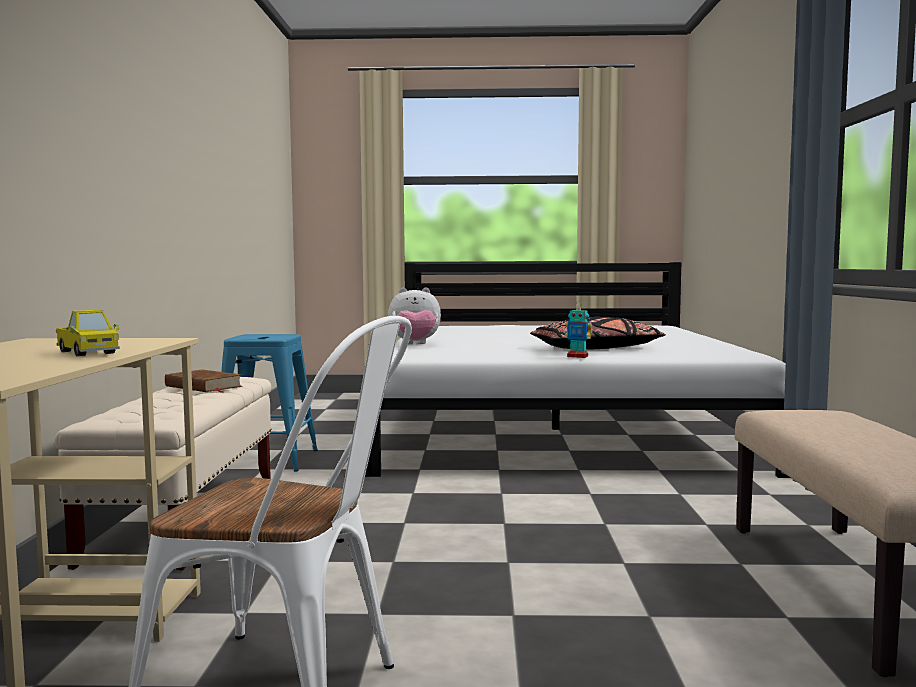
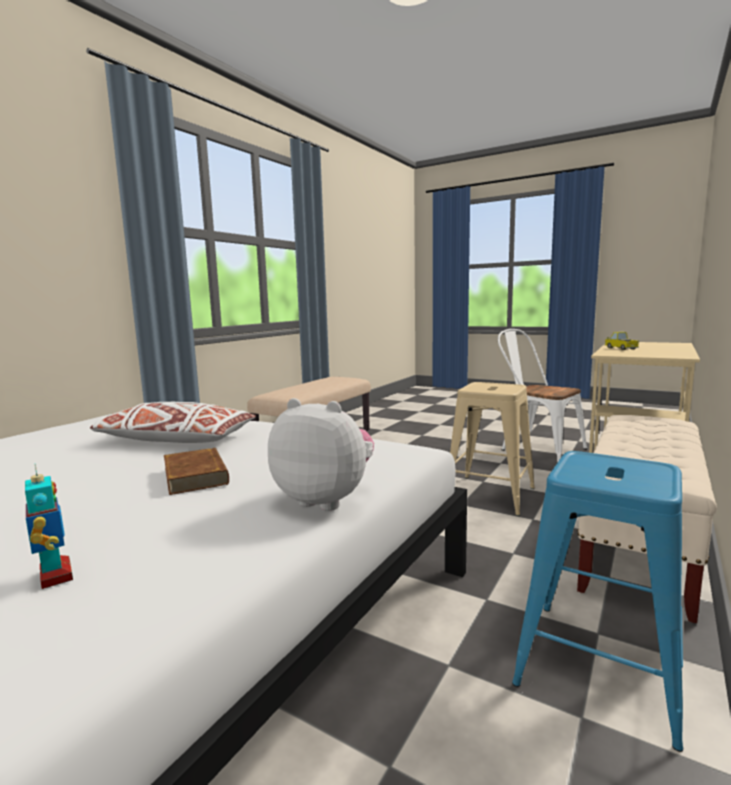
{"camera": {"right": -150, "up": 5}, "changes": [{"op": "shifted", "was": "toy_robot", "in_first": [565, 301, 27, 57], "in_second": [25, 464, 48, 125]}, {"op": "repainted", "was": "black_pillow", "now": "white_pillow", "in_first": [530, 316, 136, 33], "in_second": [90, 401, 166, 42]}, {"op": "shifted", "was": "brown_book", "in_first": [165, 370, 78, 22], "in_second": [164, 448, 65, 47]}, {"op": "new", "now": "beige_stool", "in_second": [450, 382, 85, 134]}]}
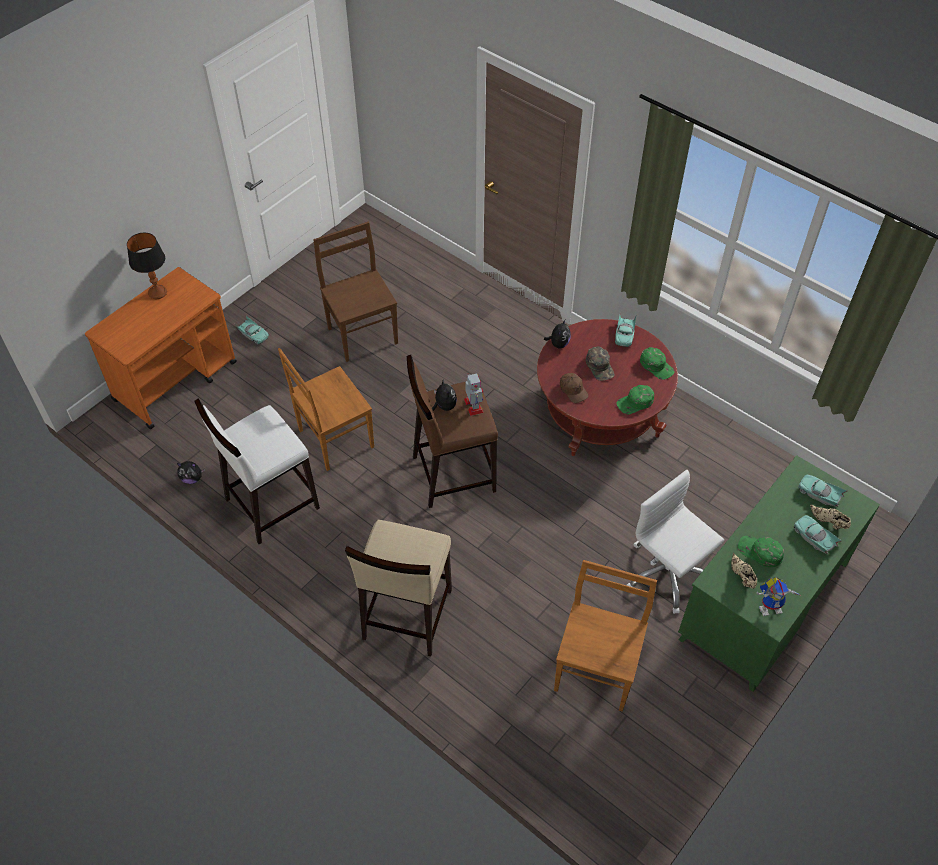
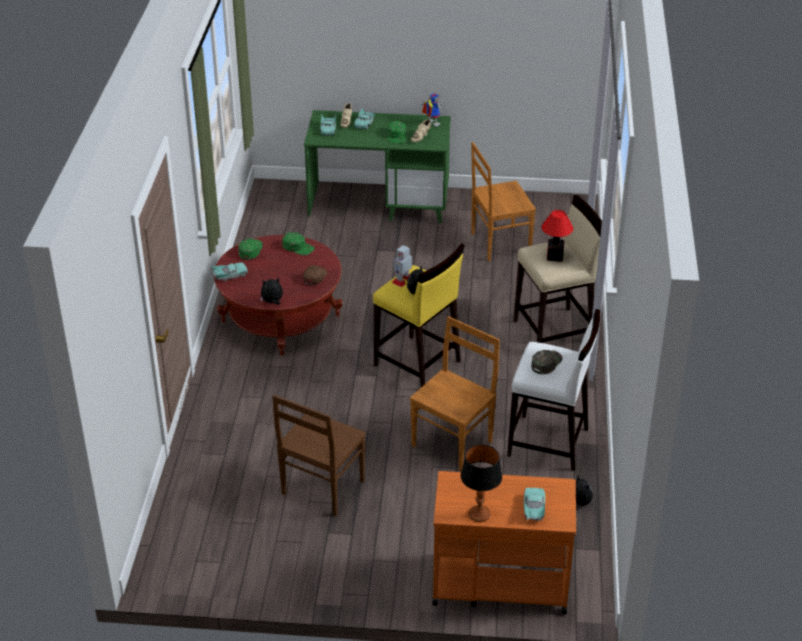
{"camera": {"right": -125, "up": -15}, "changes": [{"op": "shifted", "was": "turquoise_toy_car", "in_first": [236, 315, 33, 30], "in_second": [524, 488, 21, 33]}, {"op": "shifted", "was": "green_cap", "in_first": [586, 347, 28, 34], "in_second": [531, 350, 31, 24]}, {"op": "rotated", "was": "brown_chair", "in_first": [278, 348, 96, 123], "in_second": [410, 316, 90, 155], "clockwise": -75}, {"op": "repainted", "was": "brown_stool", "now": "yellow_stool", "in_first": [407, 355, 91, 153], "in_second": [373, 243, 92, 144]}, {"op": "gone", "was": "white_office_chair", "in_first": [627, 470, 97, 144]}, {"op": "new", "now": "table_lamp", "in_second": [541, 210, 32, 52]}]}
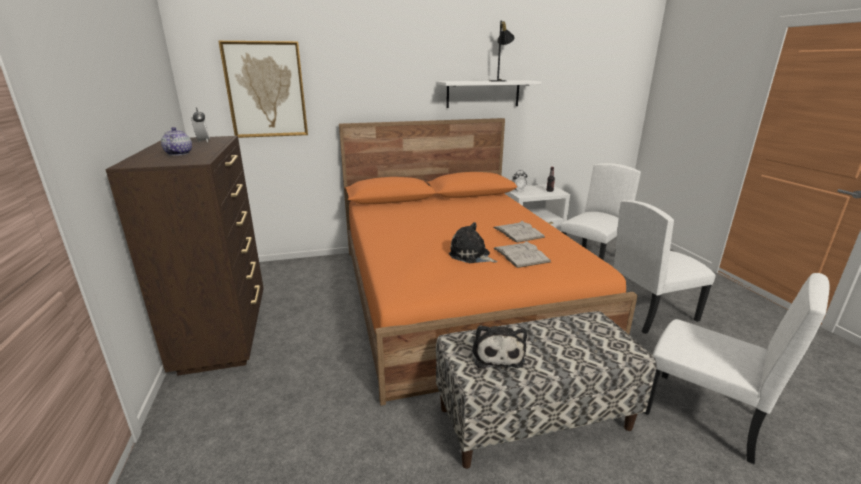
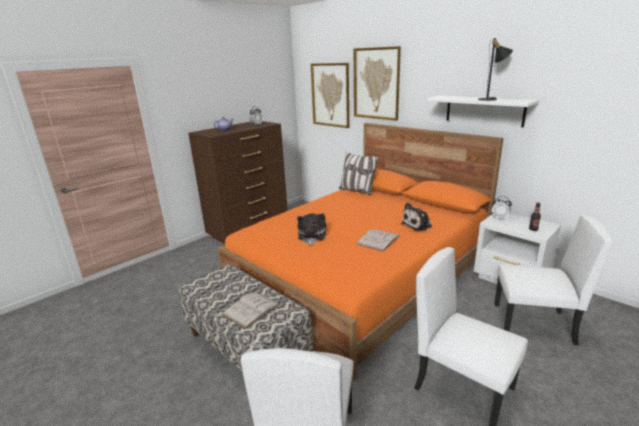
{"camera": {"right": 60, "up": 0}, "changes": [{"op": "shifted", "was": "white_book", "in_first": [493, 241, 58, 27], "in_second": [221, 292, 60, 37]}, {"op": "shifted", "was": "plush_toy", "in_first": [472, 325, 55, 43], "in_second": [401, 203, 31, 28]}, {"op": "new", "now": "picture", "in_second": [354, 46, 47, 75]}, {"op": "new", "now": "pillow", "in_second": [339, 152, 40, 43]}]}
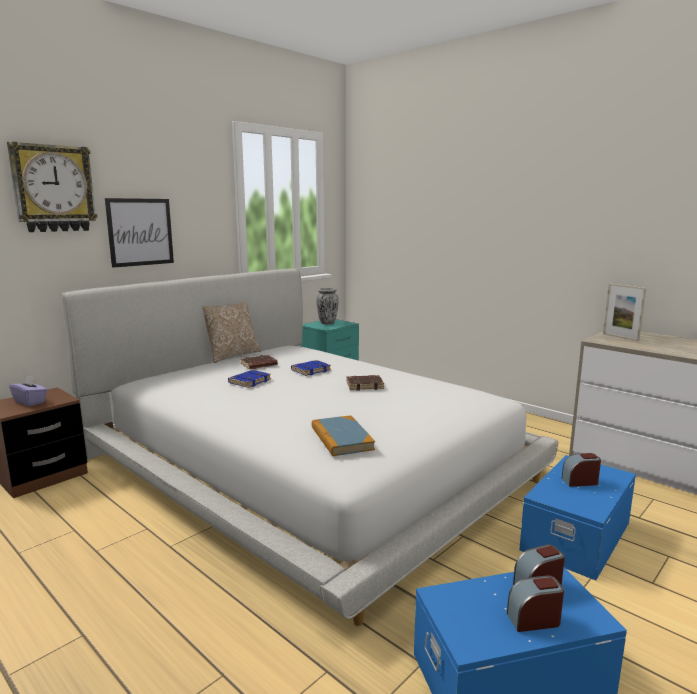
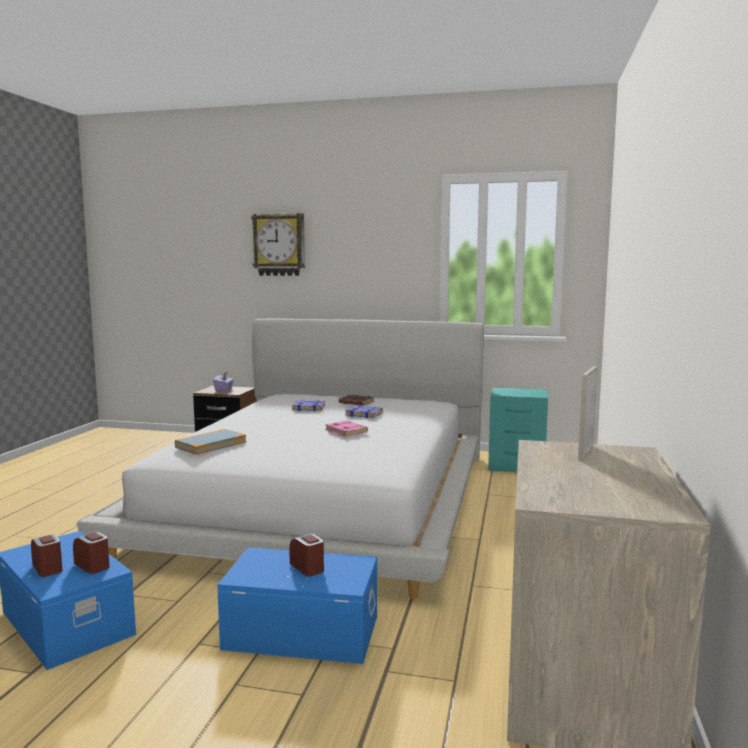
{"camera": {"right": 60, "up": -5}, "changes": [{"op": "gone", "was": "picture", "in_first": [105, 198, 69, 70]}, {"op": "gone", "was": "vase", "in_first": [316, 288, 23, 36]}, {"op": "gone", "was": "pillow", "in_first": [202, 302, 59, 61]}, {"op": "repainted", "was": "brown_book", "now": "pink_book", "in_first": [346, 375, 38, 16], "in_second": [325, 421, 43, 16]}]}
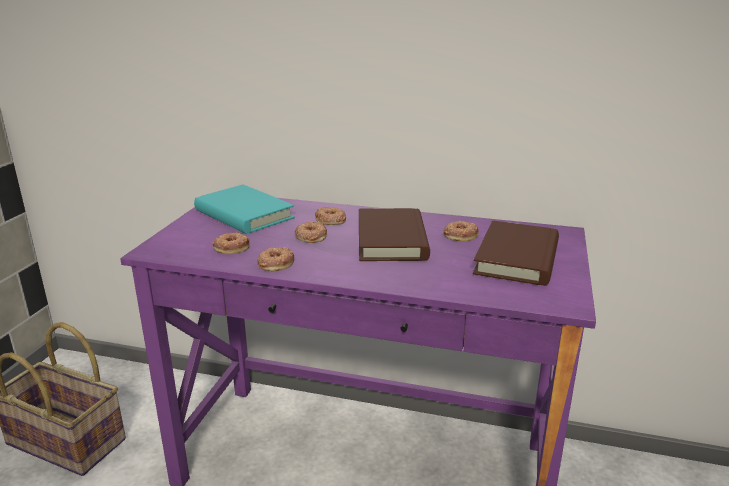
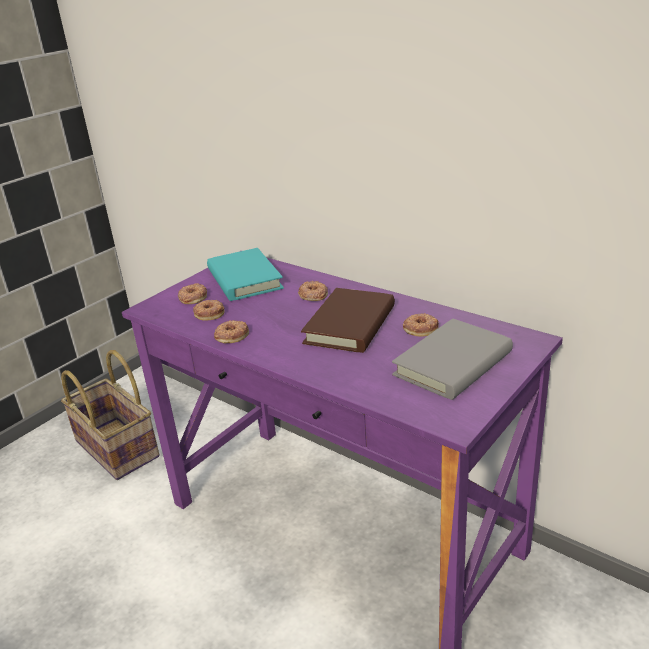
{"camera": {"right": 25, "up": 5}, "changes": [{"op": "repainted", "was": "brown_book", "now": "grey_book", "in_first": [473, 220, 86, 66], "in_second": [392, 318, 121, 82]}, {"op": "shifted", "was": "donut", "in_first": [295, 221, 32, 22], "in_second": [178, 283, 29, 21]}]}
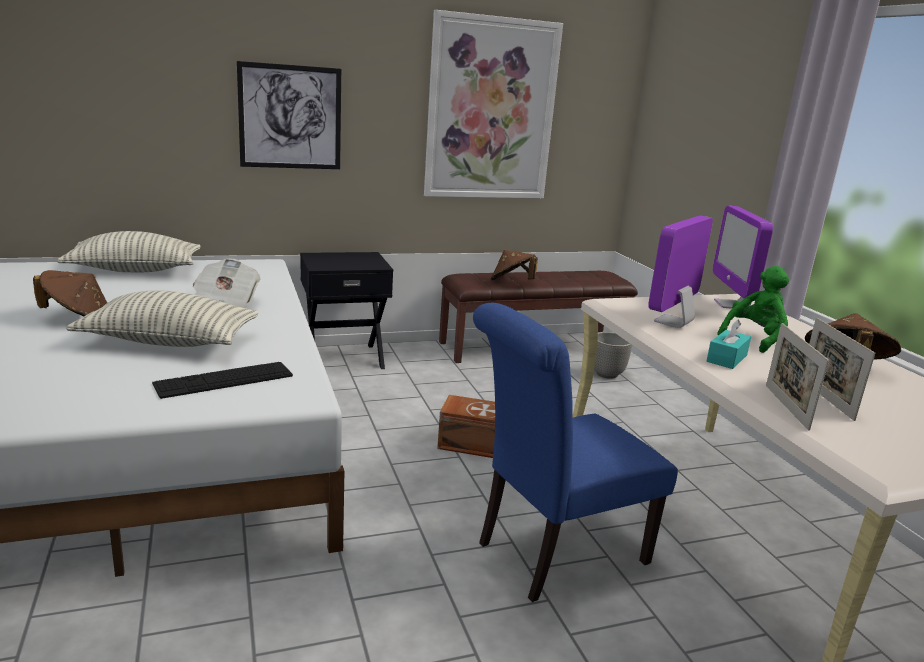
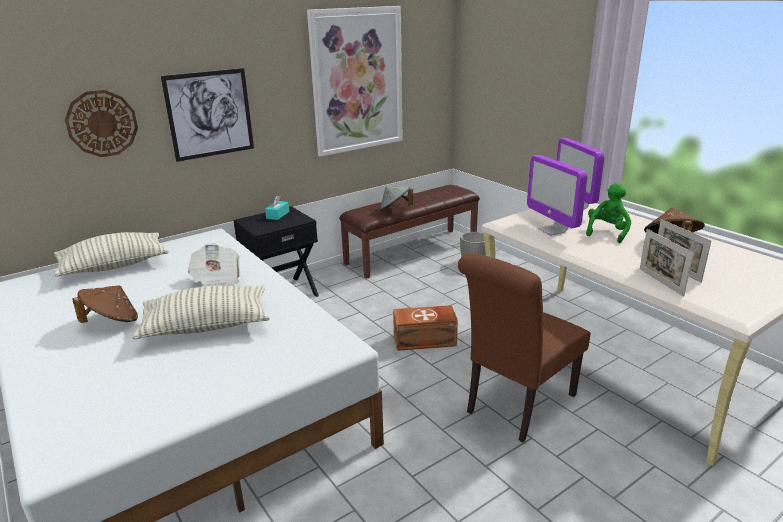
{"camera": {"right": -15, "up": 5}, "changes": [{"op": "rotated", "was": "monitor", "in_first": [648, 216, 65, 112], "in_second": [527, 155, 60, 81], "clockwise": -45}, {"op": "repainted", "was": "brown_hat", "now": "grey_hat", "in_first": [491, 250, 47, 30], "in_second": [380, 186, 33, 25]}, {"op": "repainted", "was": "blue_chair", "now": "brown_chair", "in_first": [473, 303, 205, 299], "in_second": [458, 253, 132, 189]}, {"op": "shifted", "was": "turquoise_tissue_box", "in_first": [707, 319, 44, 50], "in_second": [265, 196, 24, 24]}, {"op": "gone", "was": "keyboard", "in_first": [152, 362, 141, 37]}, {"op": "new", "now": "wall_clock", "in_second": [65, 90, 73, 67]}]}
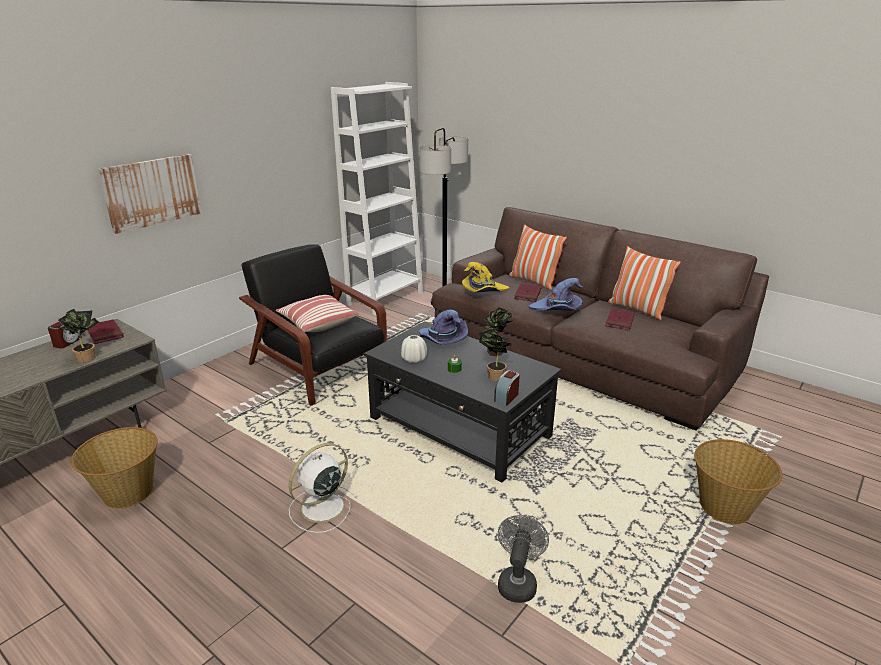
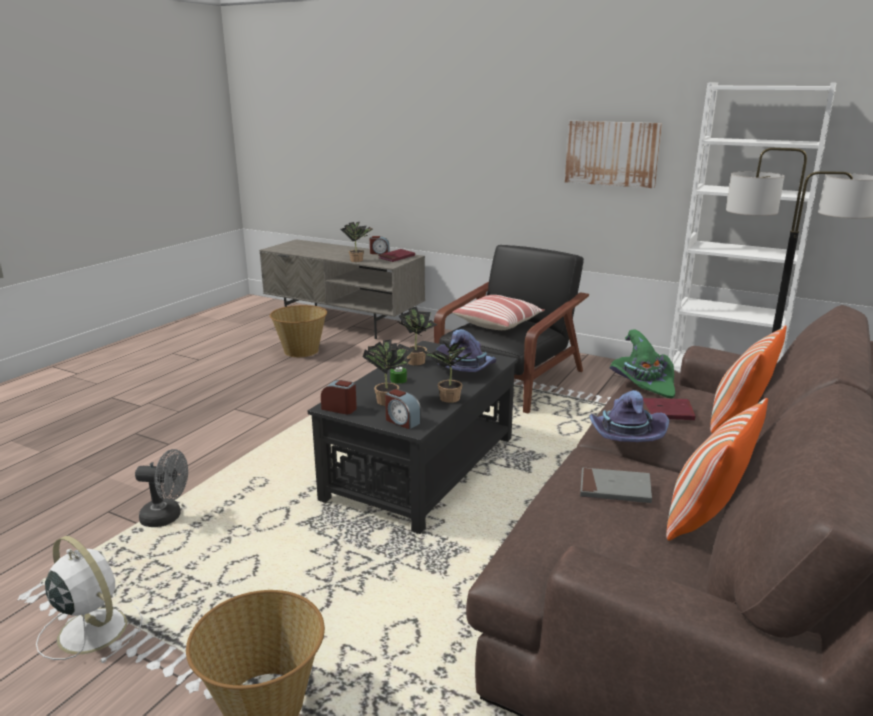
{"camera": {"right": 80, "up": -5}, "changes": [{"op": "shifted", "was": "picture", "in_first": [98, 154, 104, 80], "in_second": [565, 121, 97, 67]}, {"op": "repainted", "was": "yellow_hat", "now": "green_hat", "in_first": [462, 262, 47, 30], "in_second": [610, 329, 65, 69]}, {"op": "repainted", "was": "red_book", "now": "grey_book", "in_first": [605, 308, 30, 23], "in_second": [580, 468, 72, 35]}, {"op": "swapped", "was": "white_vase", "now": "potted_plant", "in_first": [401, 335, 26, 28], "in_second": [396, 307, 41, 59]}, {"op": "shifted", "was": "white_fan", "in_first": [289, 443, 68, 90], "in_second": [36, 536, 107, 127]}, {"op": "new", "now": "alarm_clock", "in_second": [385, 389, 36, 40]}]}
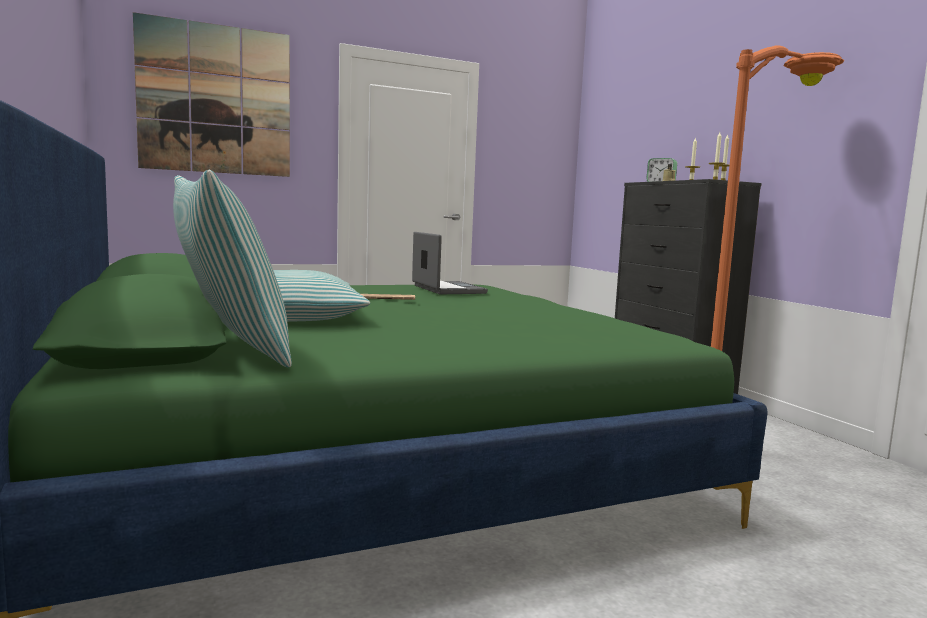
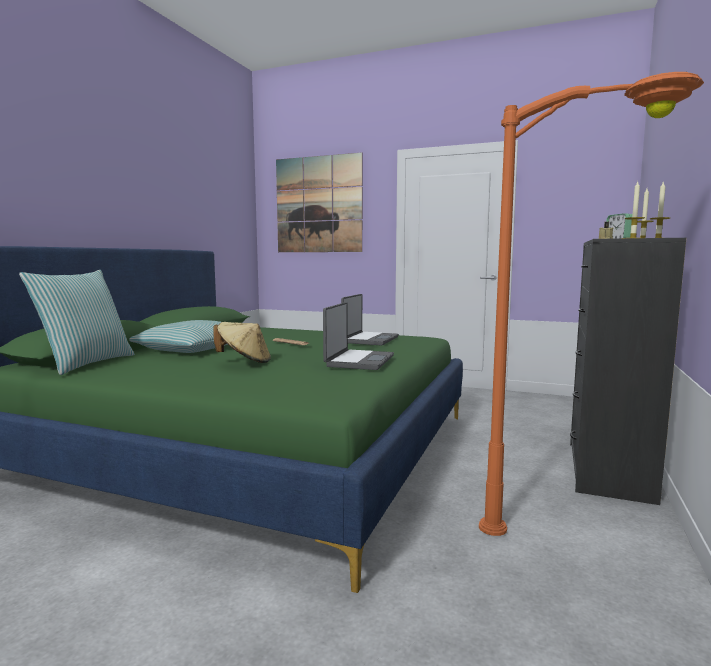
{"camera": {"right": 45, "up": 0}, "changes": [{"op": "new", "now": "laptop", "in_second": [323, 302, 71, 68]}, {"op": "new", "now": "beige_hat", "in_second": [213, 322, 58, 41]}]}
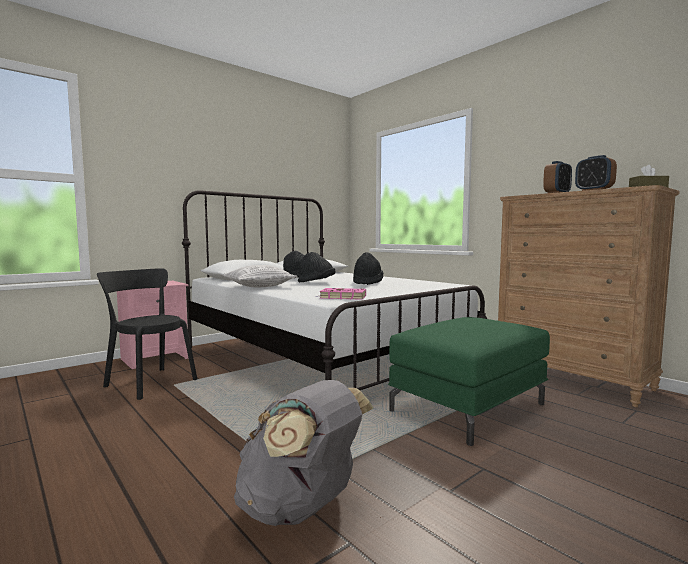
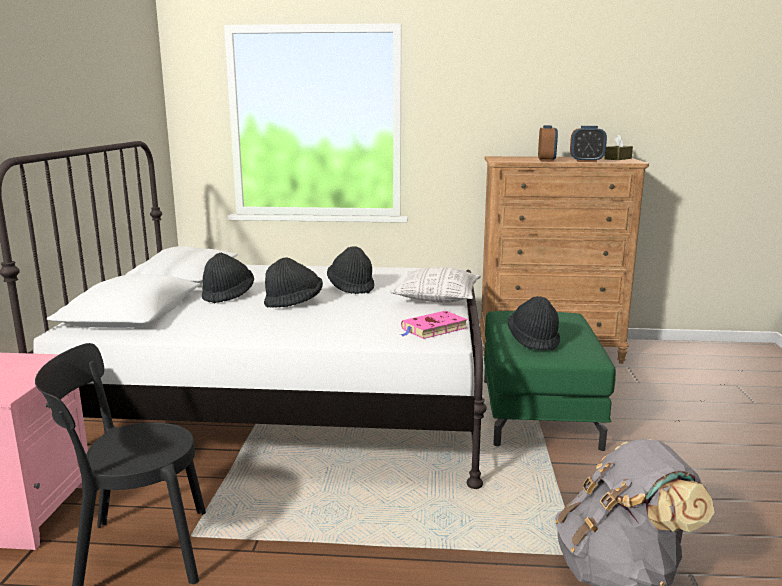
{"camera": {"right": -45, "up": 10}, "changes": [{"op": "shifted", "was": "pillow", "in_first": [222, 265, 75, 22], "in_second": [390, 267, 91, 36]}, {"op": "new", "now": "black_hat", "in_second": [508, 296, 52, 55]}]}
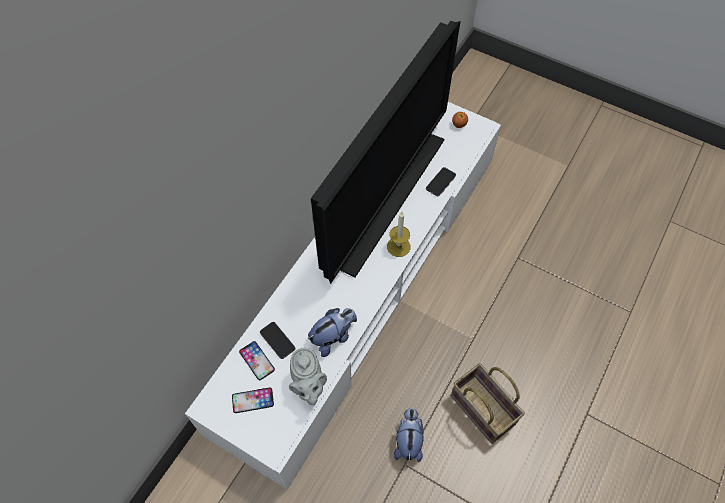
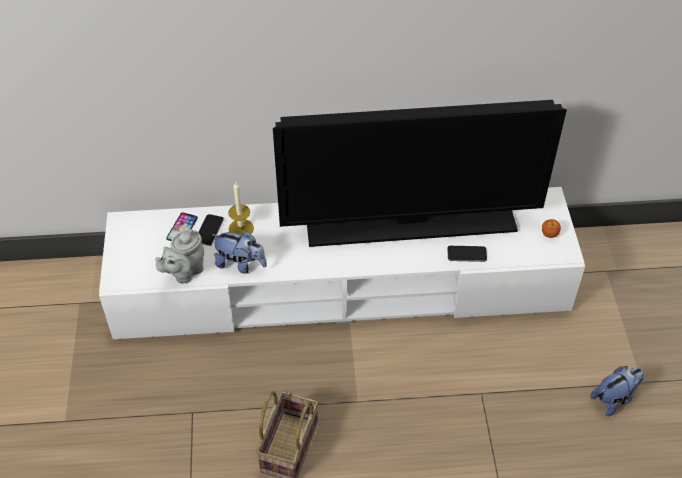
{"camera": {"right": 55, "up": -10}, "changes": [{"op": "shifted", "was": "candle", "in_first": [387, 212, 24, 45], "in_second": [228, 182, 26, 53]}, {"op": "gone", "was": "phone", "in_first": [232, 387, 42, 26]}, {"op": "shifted", "was": "plush_toy", "in_first": [394, 408, 29, 54], "in_second": [590, 366, 54, 50]}]}
